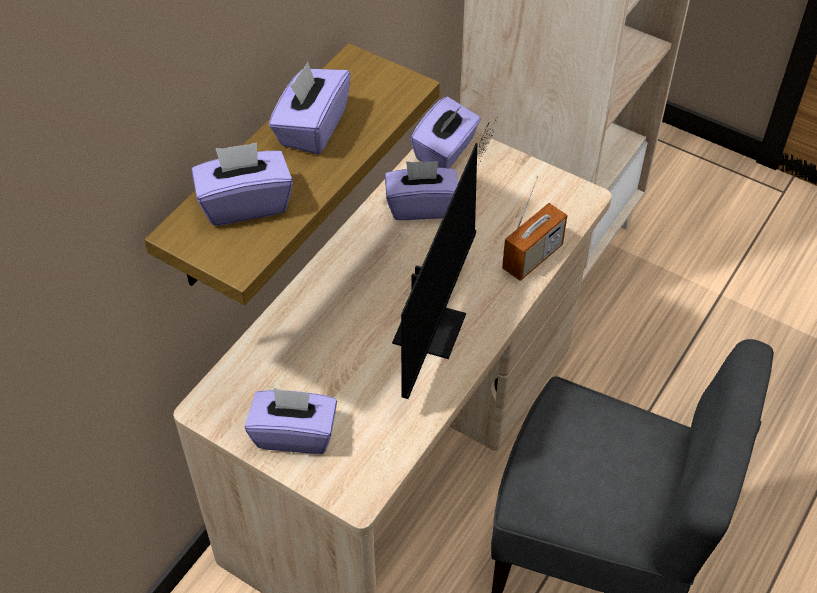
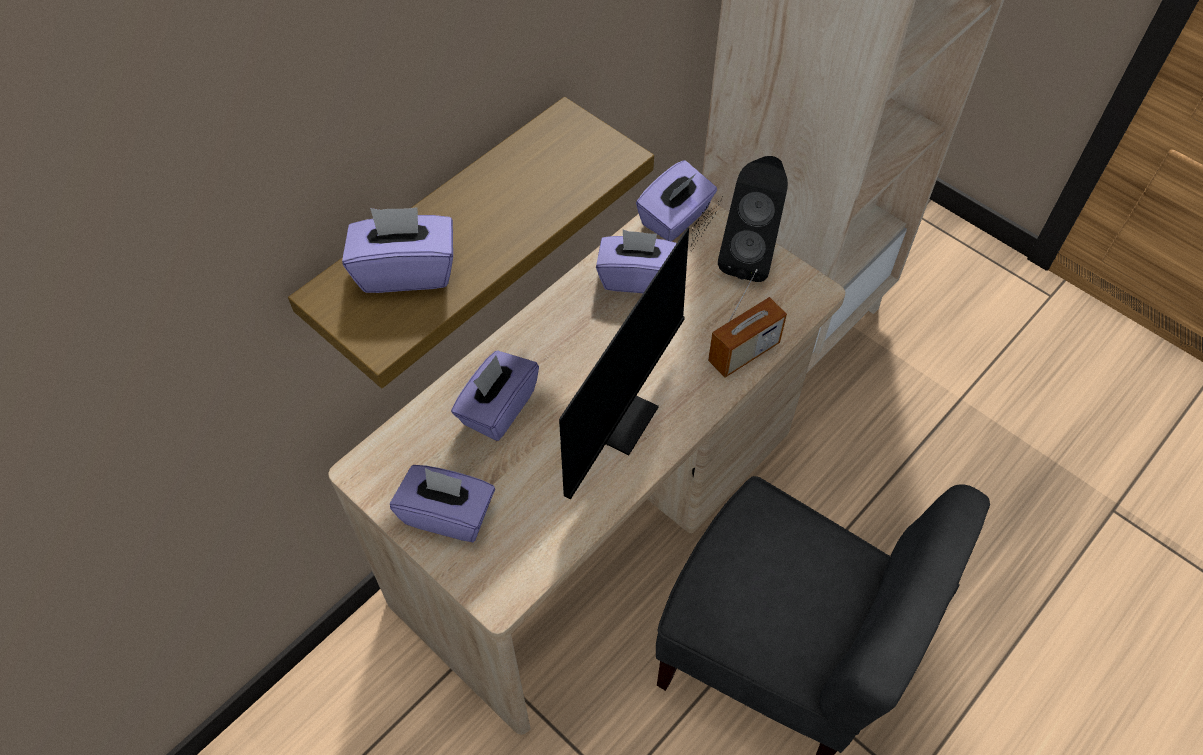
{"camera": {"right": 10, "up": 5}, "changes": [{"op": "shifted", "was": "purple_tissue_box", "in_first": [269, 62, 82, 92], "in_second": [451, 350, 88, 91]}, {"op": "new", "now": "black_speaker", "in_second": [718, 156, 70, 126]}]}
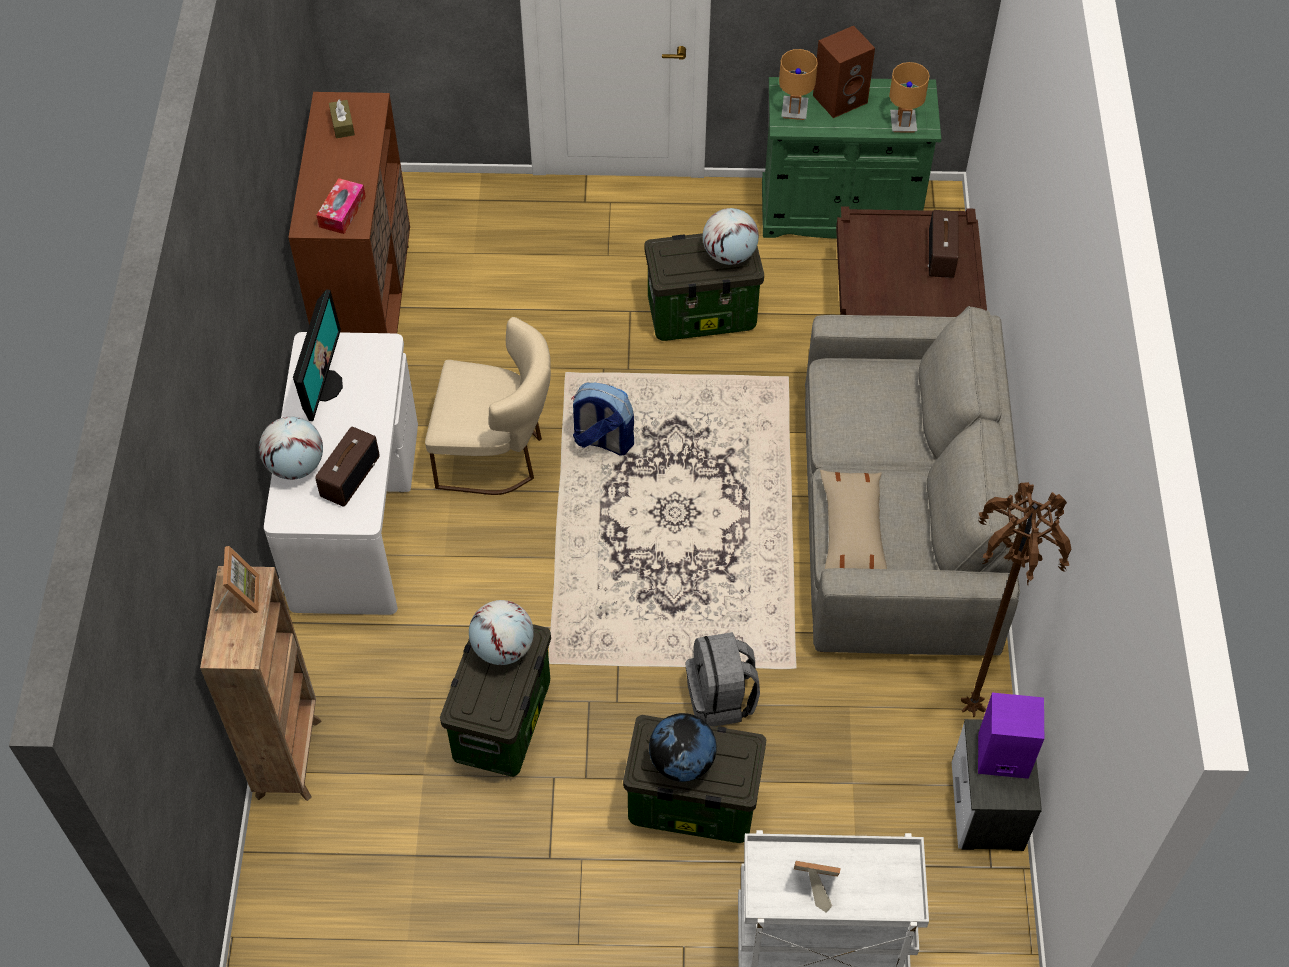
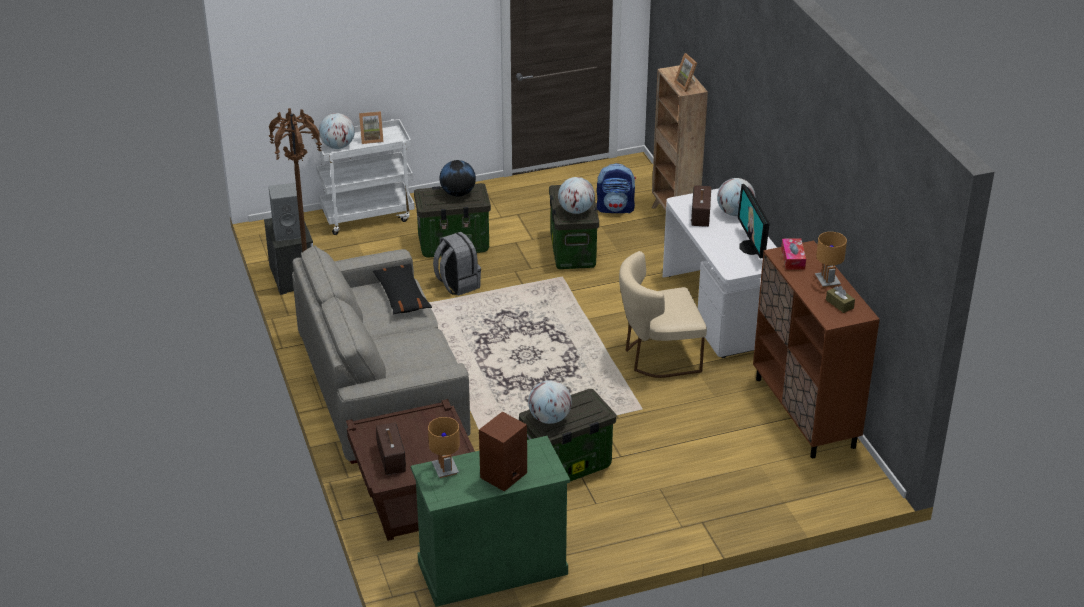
{"camera": {"right": 160, "up": -20}, "changes": [{"op": "shifted", "was": "brown_table_lamp", "in_first": [779, 49, 39, 71], "in_second": [815, 232, 32, 56]}, {"op": "shifted", "was": "backpack", "in_first": [571, 383, 63, 73], "in_second": [596, 163, 40, 50]}, {"op": "repainted", "was": "beige_pillow", "now": "black_pillow", "in_first": [820, 470, 67, 99], "in_second": [373, 263, 59, 52]}, {"op": "repainted", "was": "purple_speaker", "now": "grey_speaker", "in_first": [978, 693, 66, 86], "in_second": [268, 183, 33, 58]}, {"op": "new", "now": "globe", "in_second": [319, 113, 36, 36]}]}
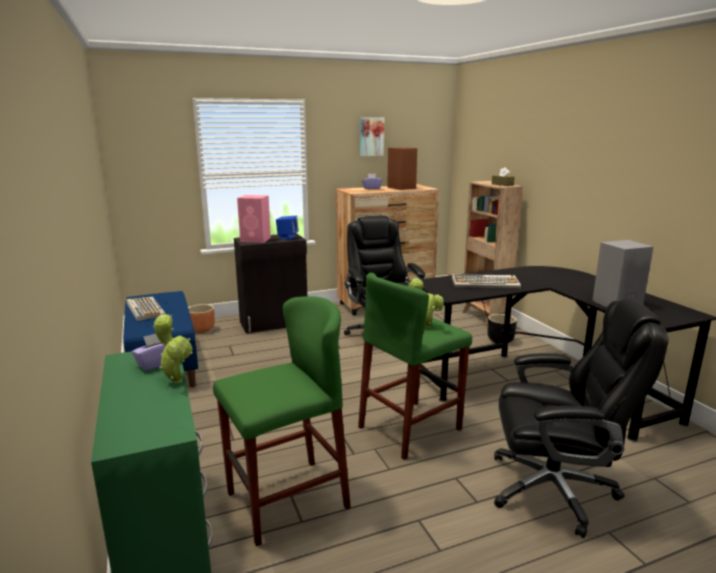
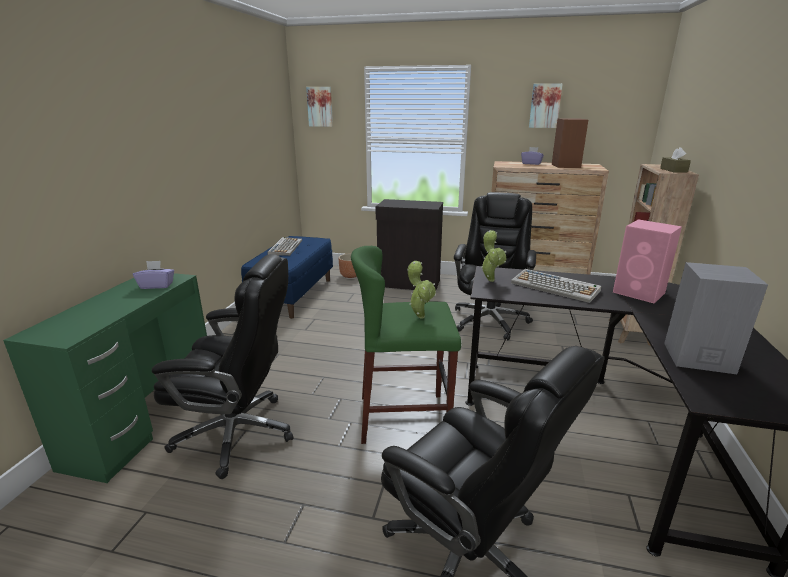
{"camera": {"right": 35, "up": 5}, "changes": [{"op": "shifted", "was": "pink_speaker", "in_first": [237, 195, 34, 48], "in_second": [613, 219, 69, 85]}, {"op": "gone", "was": "blue_speaker", "in_first": [276, 216, 23, 23]}, {"op": "swapped", "was": "green_stool", "now": "black_office_chair", "in_first": [213, 296, 138, 251], "in_second": [152, 254, 141, 225]}, {"op": "shifted", "was": "potted_plant", "in_first": [153, 314, 40, 69], "in_second": [481, 230, 26, 52]}, {"op": "gone", "was": "black_planter", "in_first": [487, 314, 30, 30]}, {"op": "new", "now": "picture", "in_second": [306, 87, 27, 40]}]}
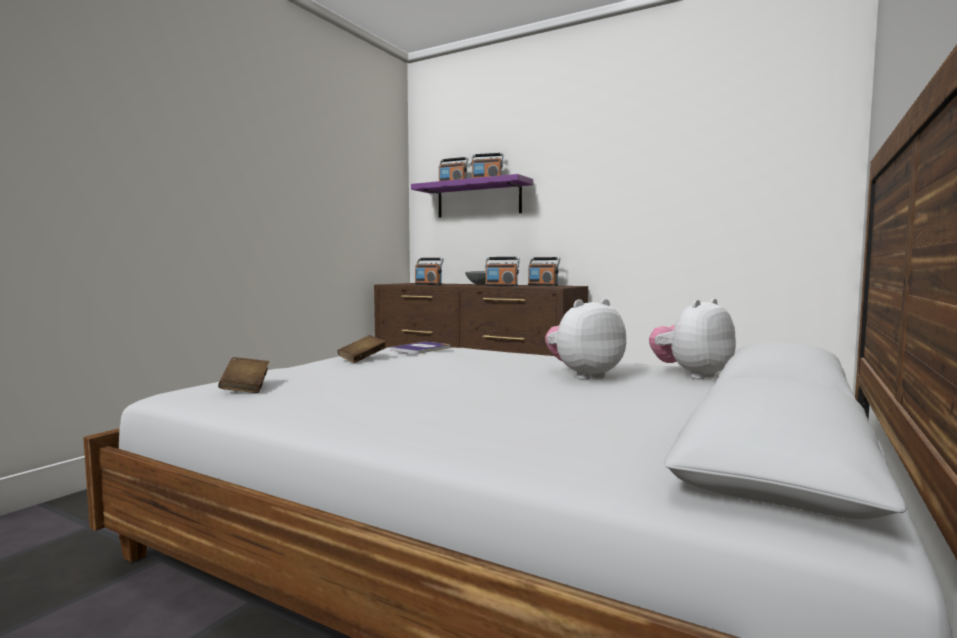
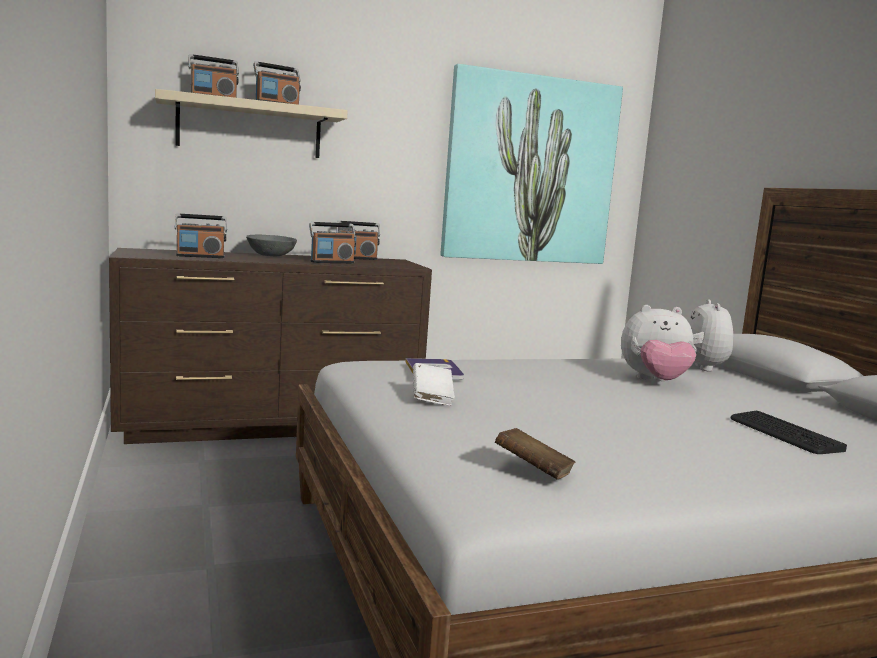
{"camera": {"right": -50, "up": 5}, "changes": [{"op": "repainted", "was": "purple_shelf", "now": "beige_shelf", "in_first": [411, 174, 122, 44], "in_second": [155, 89, 193, 69]}, {"op": "rotated", "was": "plush_toy", "in_first": [545, 299, 81, 81], "in_second": [621, 305, 76, 76], "clockwise": -105}, {"op": "repainted", "was": "brown_book", "now": "white_book", "in_first": [338, 335, 48, 28], "in_second": [413, 363, 42, 43]}, {"op": "new", "now": "picture", "in_second": [441, 64, 182, 200]}, {"op": "new", "now": "keyboard", "in_second": [730, 411, 117, 43]}]}
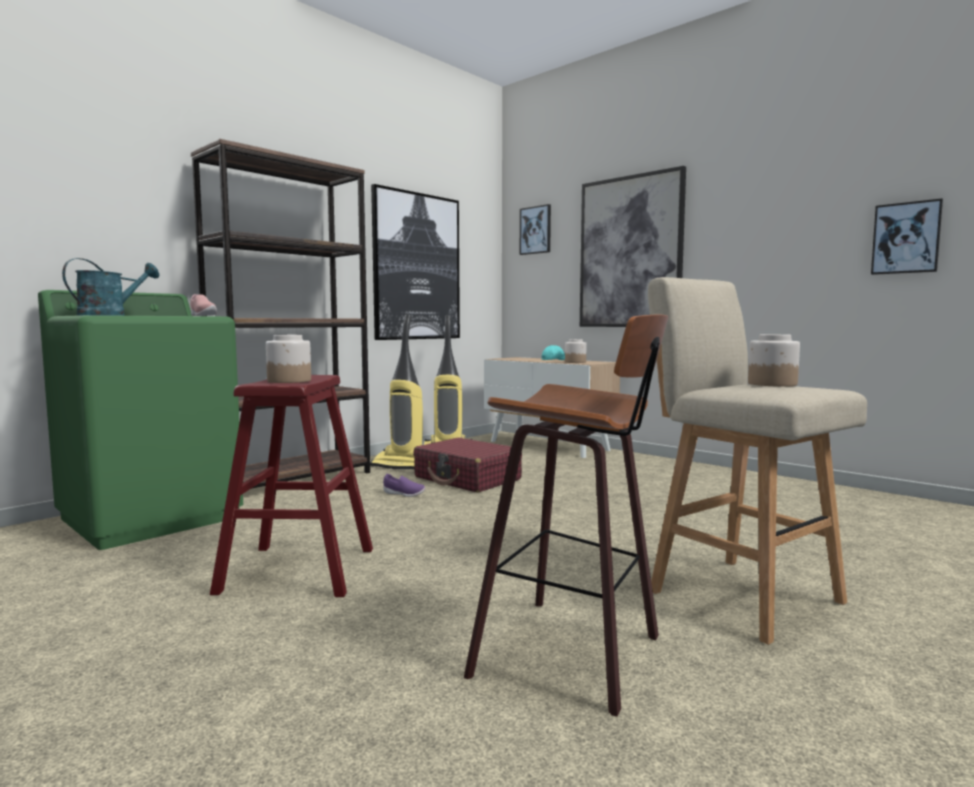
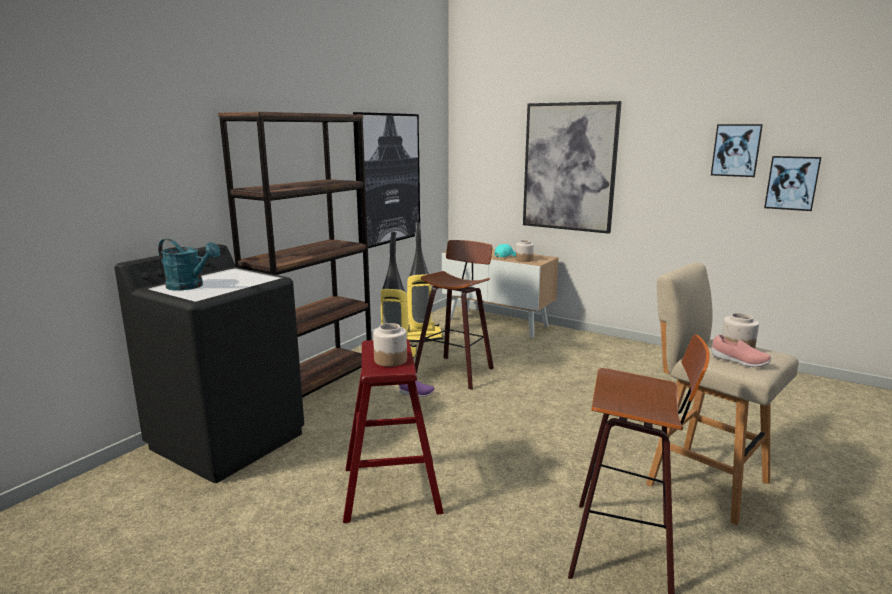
{"camera": {"right": -10, "up": 10}, "changes": [{"op": "shifted", "was": "picture", "in_first": [520, 204, 31, 51], "in_second": [711, 124, 52, 53]}, {"op": "rotated", "was": "turquoise_watering_can", "in_first": [62, 258, 97, 58], "in_second": [158, 239, 62, 51], "clockwise": 90}, {"op": "repainted", "was": "green_washing_machine", "now": "black_washing_machine", "in_first": [38, 290, 205, 260], "in_second": [115, 244, 189, 239]}, {"op": "shifted", "was": "pink_shoe", "in_first": [190, 294, 27, 22], "in_second": [711, 334, 61, 33]}, {"op": "swapped", "was": "red_suitcase", "now": "stool", "in_first": [413, 437, 109, 56], "in_second": [415, 240, 79, 150]}]}
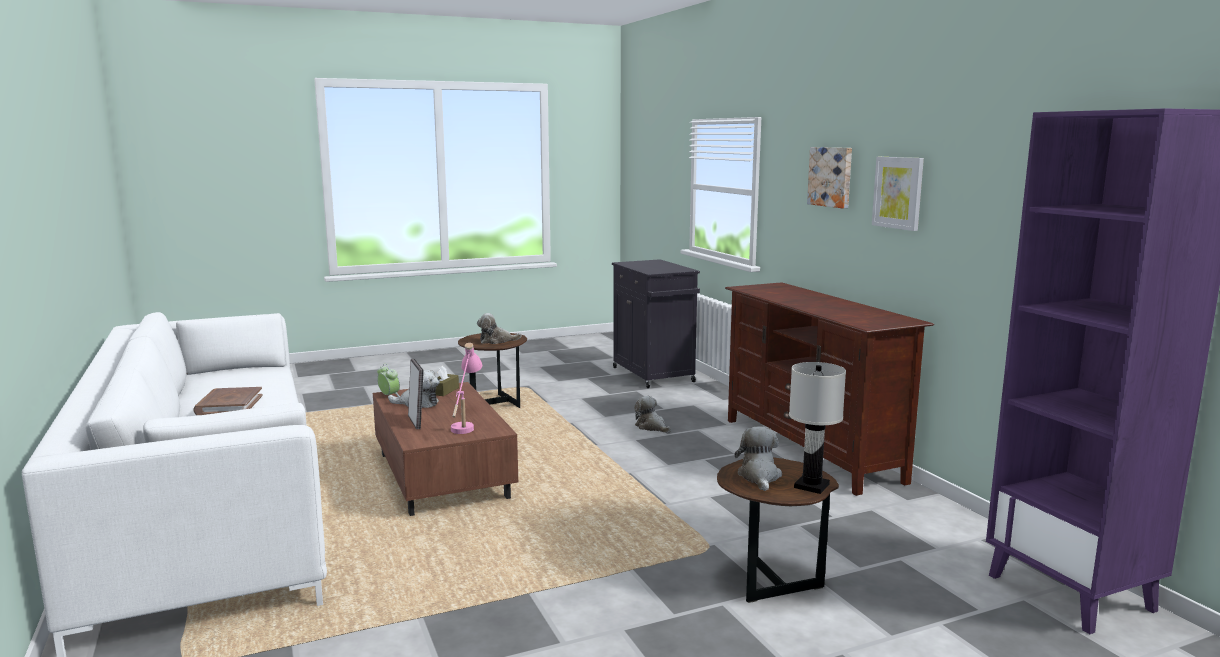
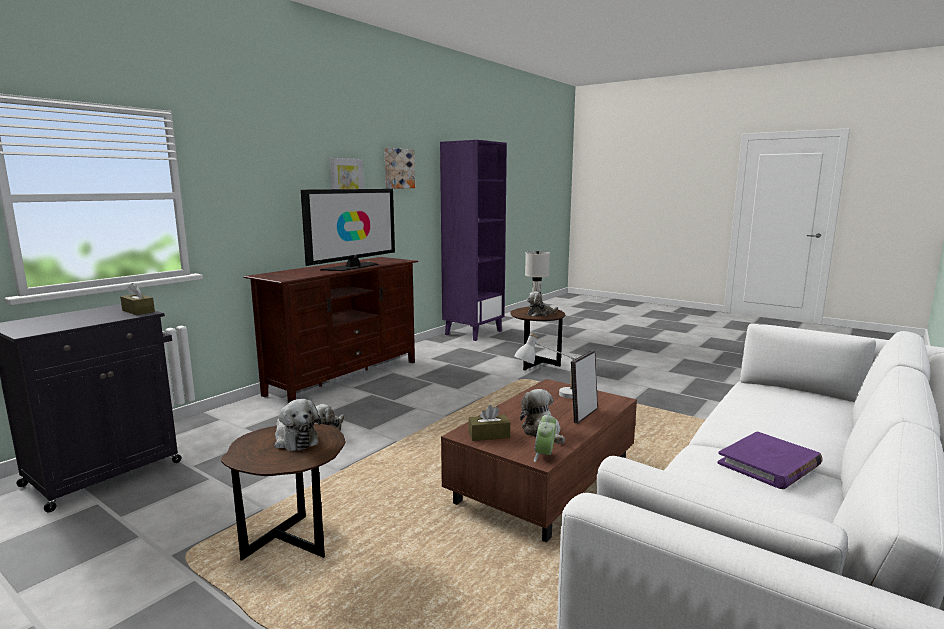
{"camera": {"right": -120, "up": 0}, "changes": [{"op": "shifted", "was": "picture", "in_first": [807, 147, 45, 61], "in_second": [384, 148, 31, 41]}, {"op": "repainted", "was": "pink_table_lamp", "now": "white_table_lamp", "in_first": [451, 343, 31, 91], "in_second": [514, 333, 83, 66]}, {"op": "repainted", "was": "brown_book", "now": "purple_book", "in_first": [193, 387, 70, 28], "in_second": [717, 431, 106, 58]}, {"op": "new", "now": "television", "in_second": [301, 189, 94, 82]}, {"op": "new", "now": "brown_tissue_box", "in_second": [120, 283, 35, 32]}]}
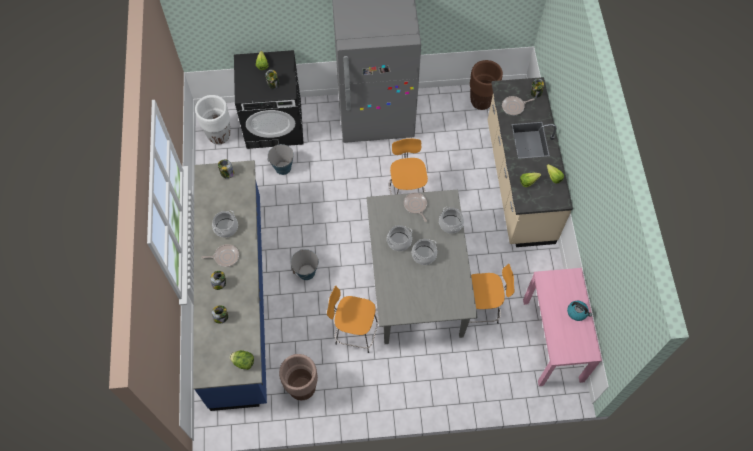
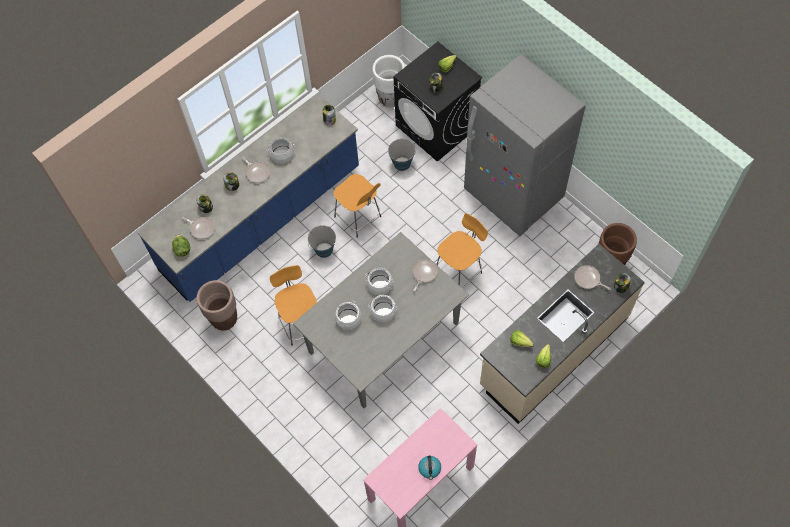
{"camera": {"right": 55, "up": 0}, "changes": [{"op": "shifted", "was": "cooking_pot", "in_first": [439, 207, 25, 27], "in_second": [335, 301, 27, 29]}, {"op": "shifted", "was": "orange_stool", "in_first": [469, 264, 45, 60], "in_second": [334, 174, 47, 64]}, {"op": "new", "now": "frying_pan", "in_second": [182, 217, 33, 22]}]}
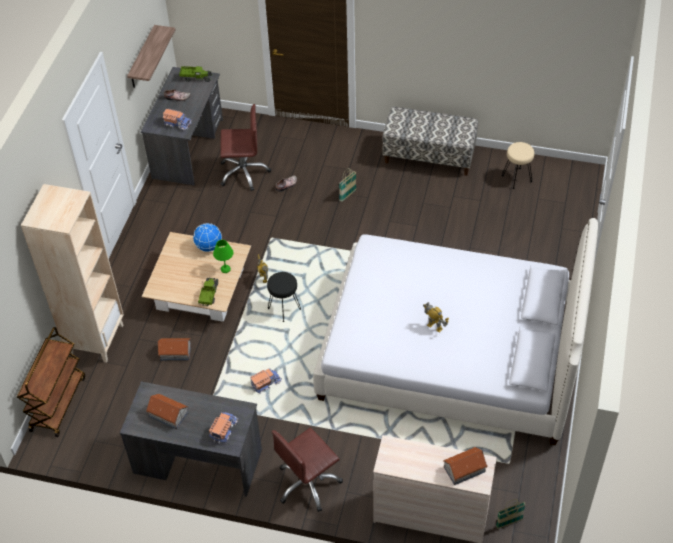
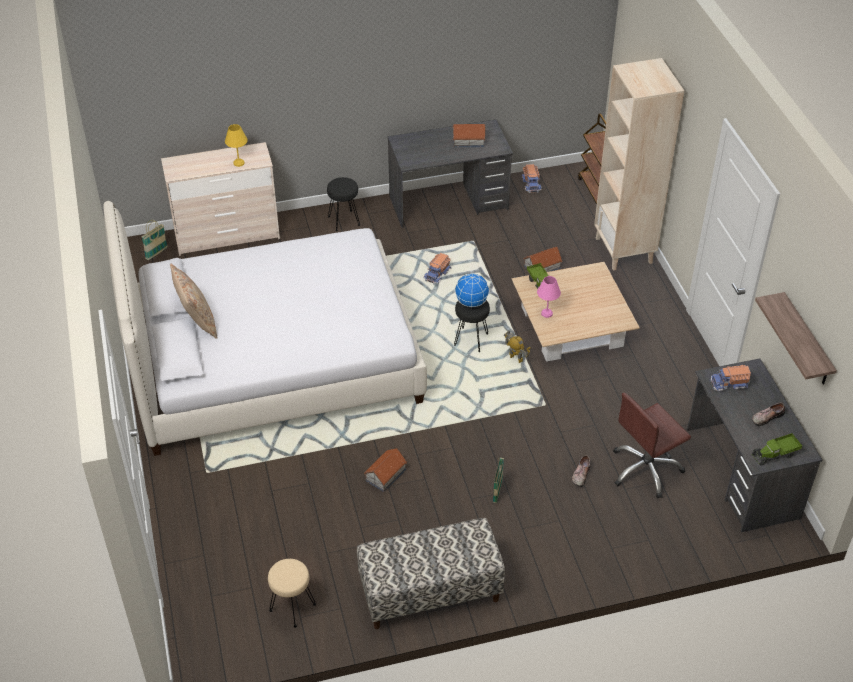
{"camera": {"right": 150, "up": -5}, "changes": [{"op": "shifted", "was": "globe", "in_first": [193, 223, 29, 29], "in_second": [455, 274, 35, 34]}, {"op": "repainted", "was": "green_table_lamp", "now": "pink_table_lamp", "in_first": [213, 240, 20, 33], "in_second": [537, 276, 24, 42]}, {"op": "gone", "was": "toy_robot", "in_first": [423, 302, 26, 31]}, {"op": "shifted", "was": "toy_truck", "in_first": [209, 412, 29, 31], "in_second": [521, 164, 21, 29]}, {"op": "swapped", "was": "brown_office_chair", "now": "black_stool", "in_first": [272, 428, 71, 84], "in_second": [327, 177, 33, 54]}, {"op": "shifted", "was": "toy_house", "in_first": [443, 447, 45, 38], "in_second": [364, 448, 43, 44]}, {"op": "new", "now": "yellow_table_lamp", "in_second": [225, 124, 22, 43]}, {"op": "new", "now": "beige_pillow", "in_second": [170, 263, 47, 76]}]}
